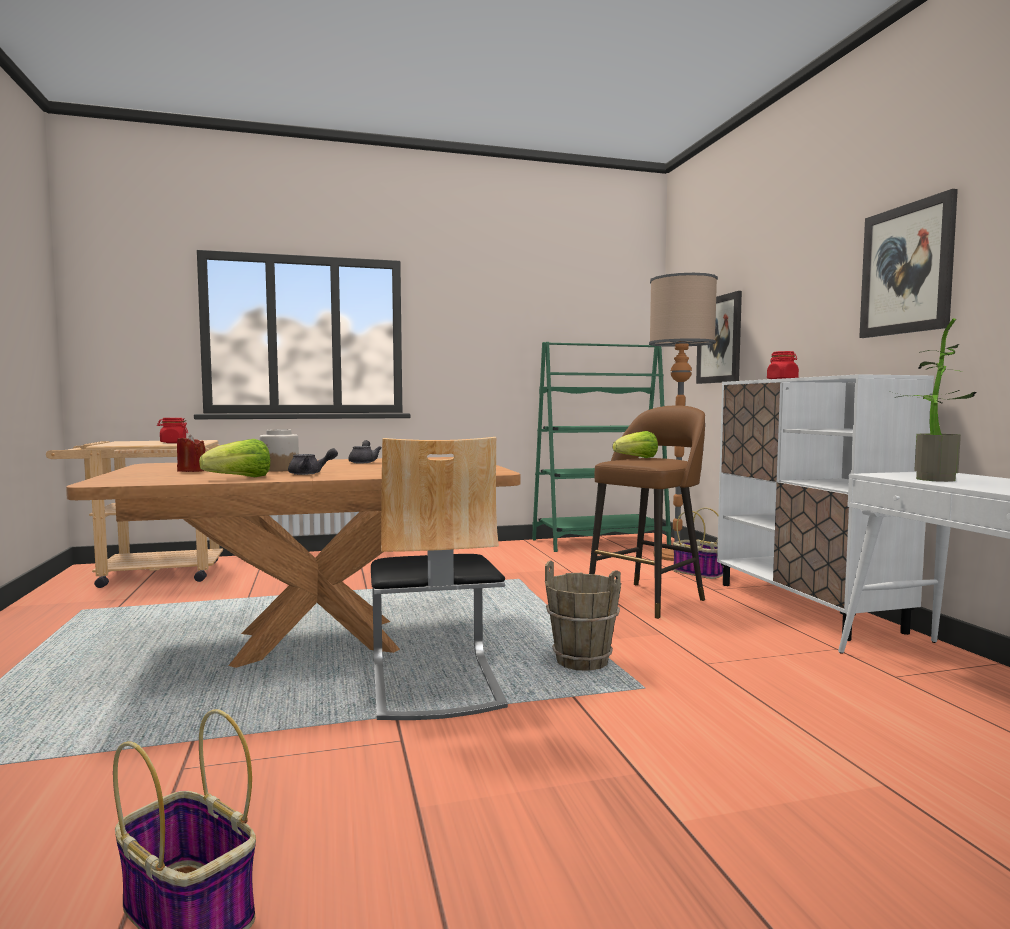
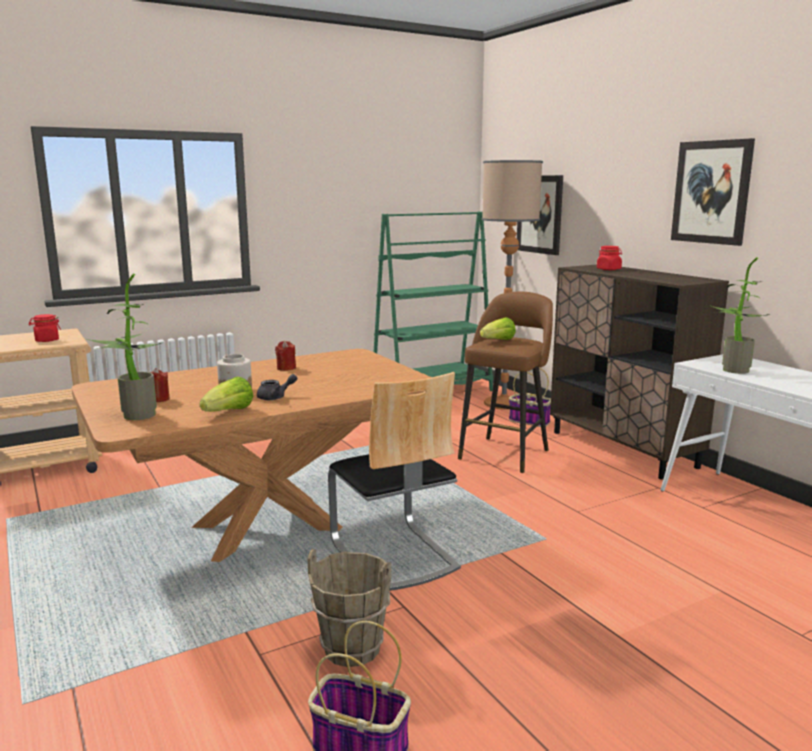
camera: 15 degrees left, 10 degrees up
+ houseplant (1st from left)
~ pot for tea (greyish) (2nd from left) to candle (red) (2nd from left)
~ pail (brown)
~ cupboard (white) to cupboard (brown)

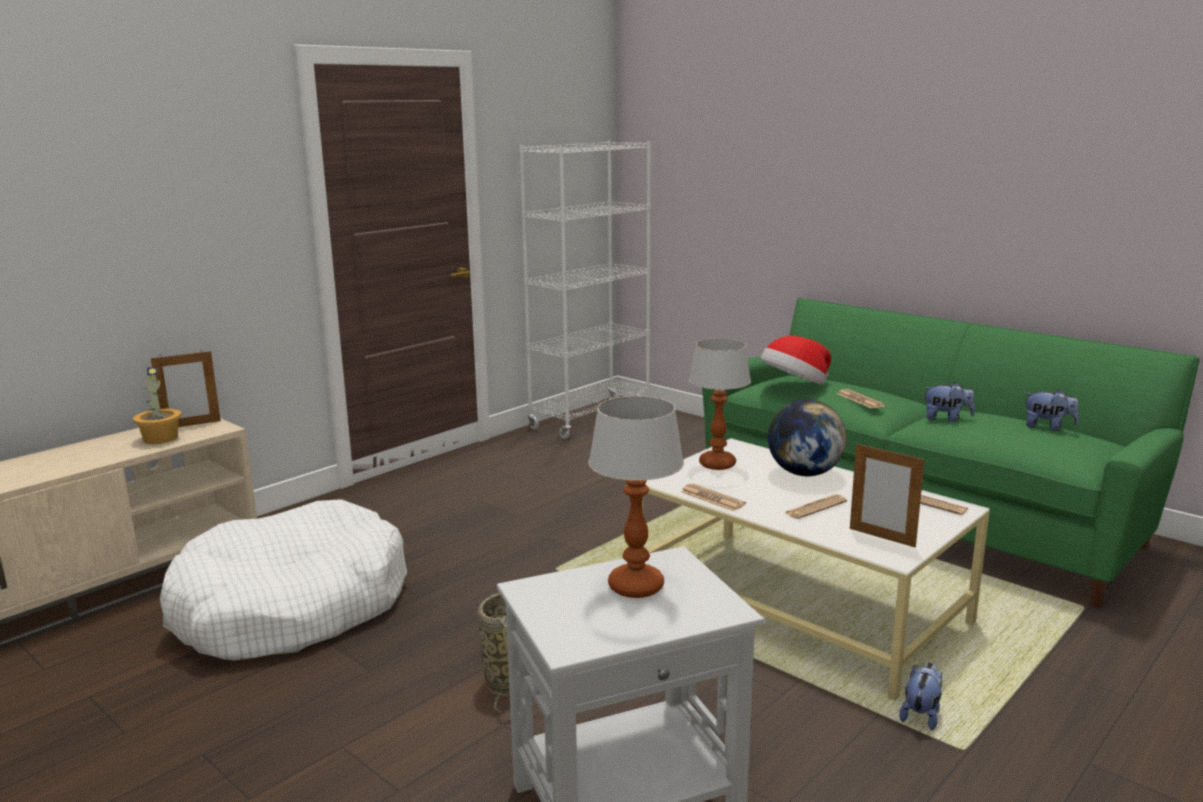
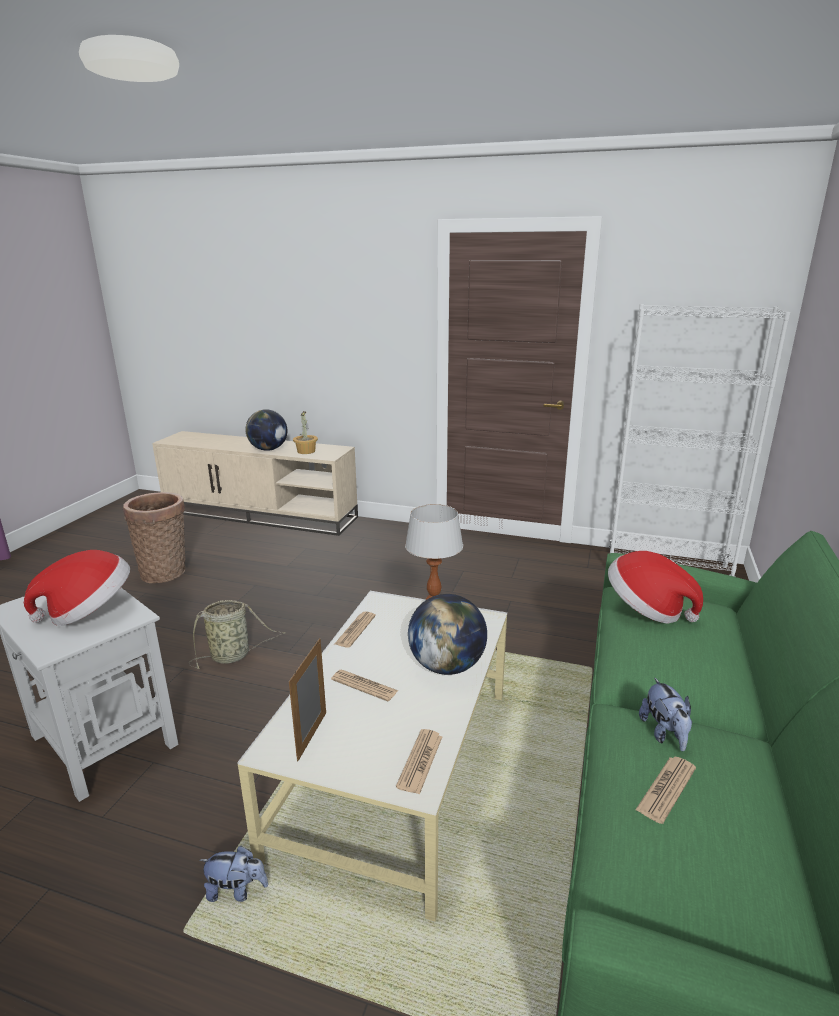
camera: 65 degrees right, 5 degrees up
~ tabletop lamp (1st from left) to clothing hat (1st from left)
+ basket (1st from left)
+ world globe (1st from left)
~ daily paper (3rd from left in the first image) to daily paper (4th from left)
- photo frame (1st from left)
- dog bed (white)
- cuddly toy (3rd from left)

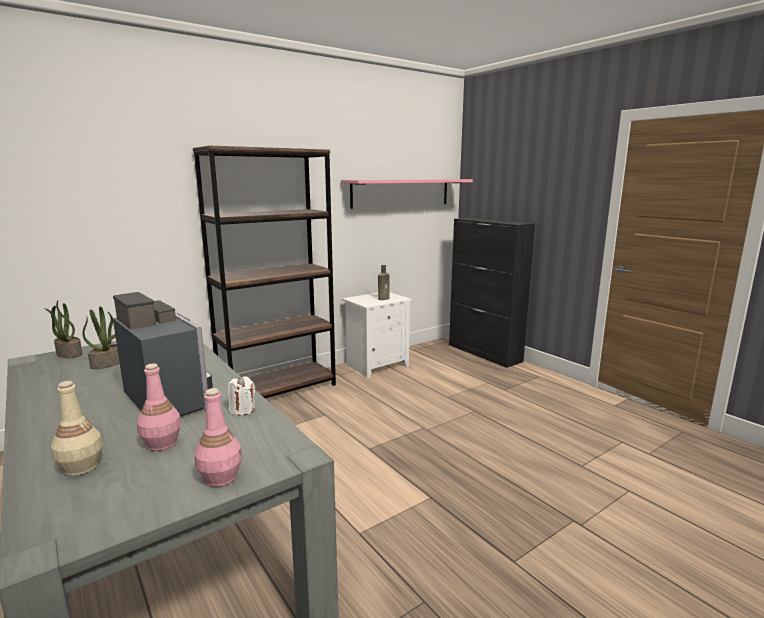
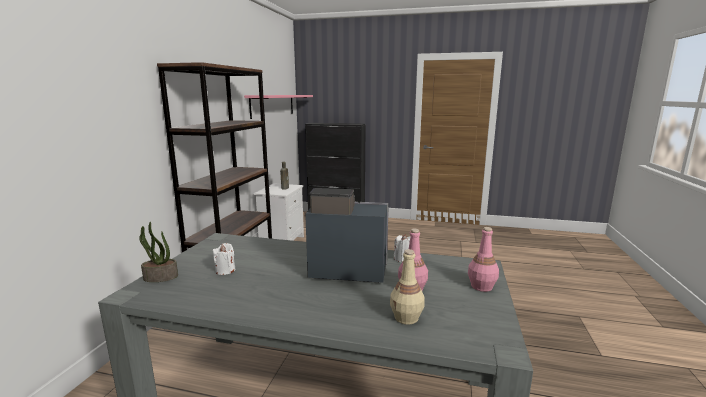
camera: 40 degrees left, 0 degrees up
~ houseplant (2nd from left) to candle (white) (1st from left)

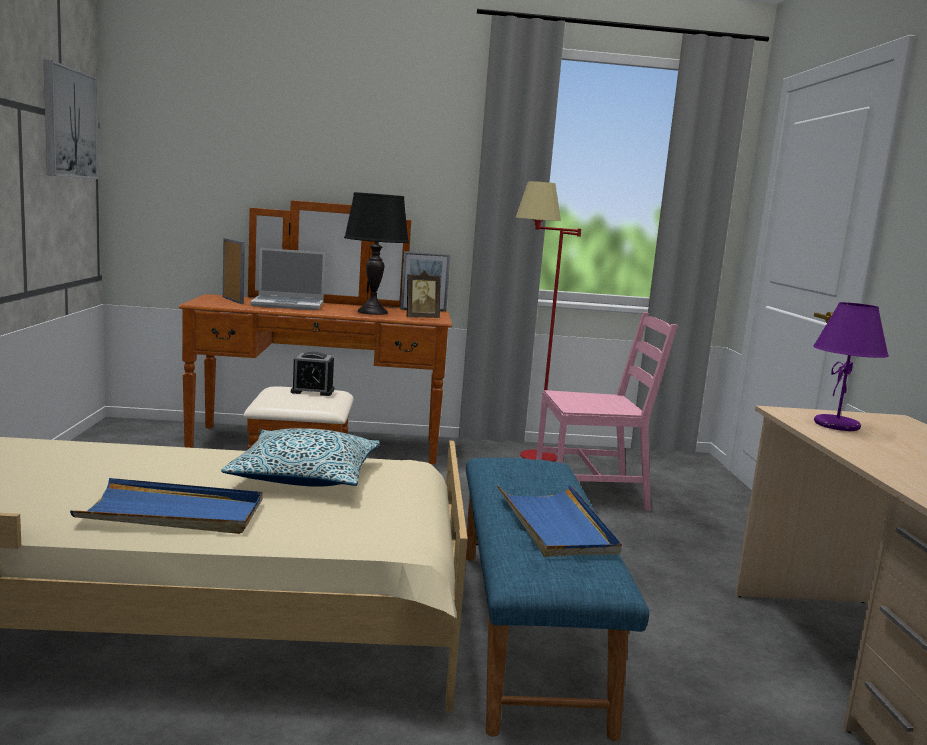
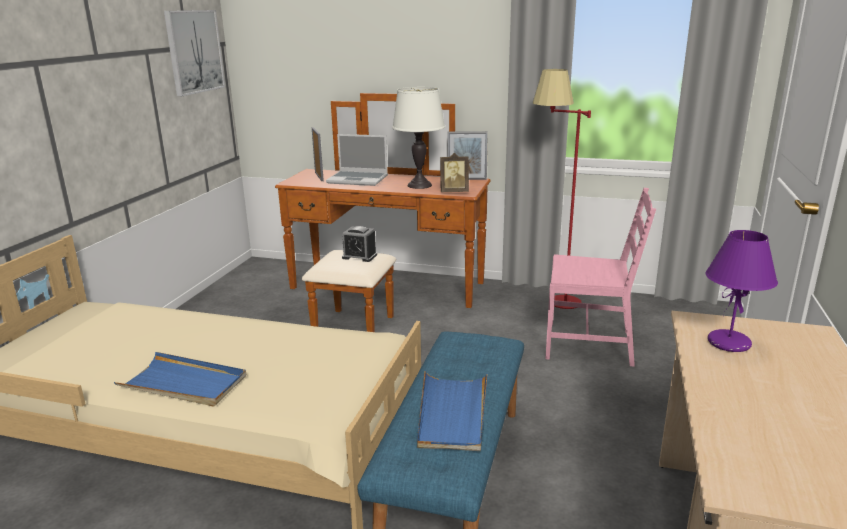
camera: 20 degrees right, 10 degrees up
~ tabletop lamp (black) to tabletop lamp (white)
- throw pillow

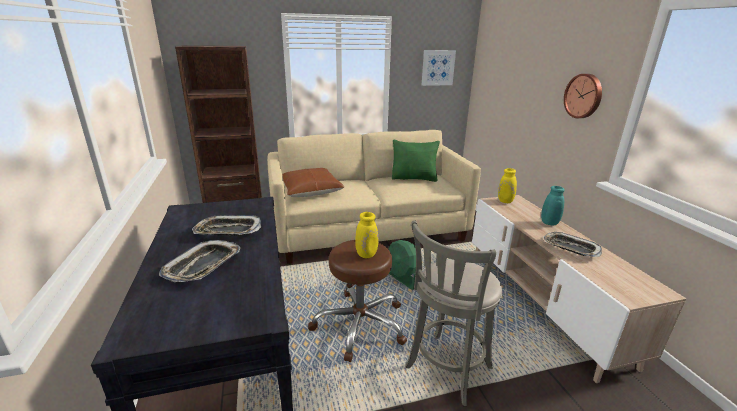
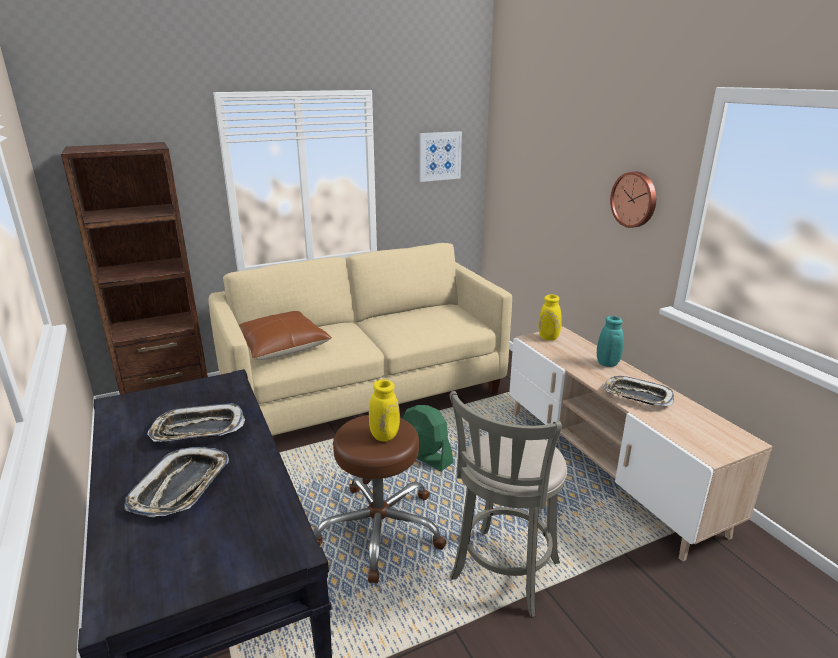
camera: 10 degrees left, 0 degrees up
- throw pillow (greenish)

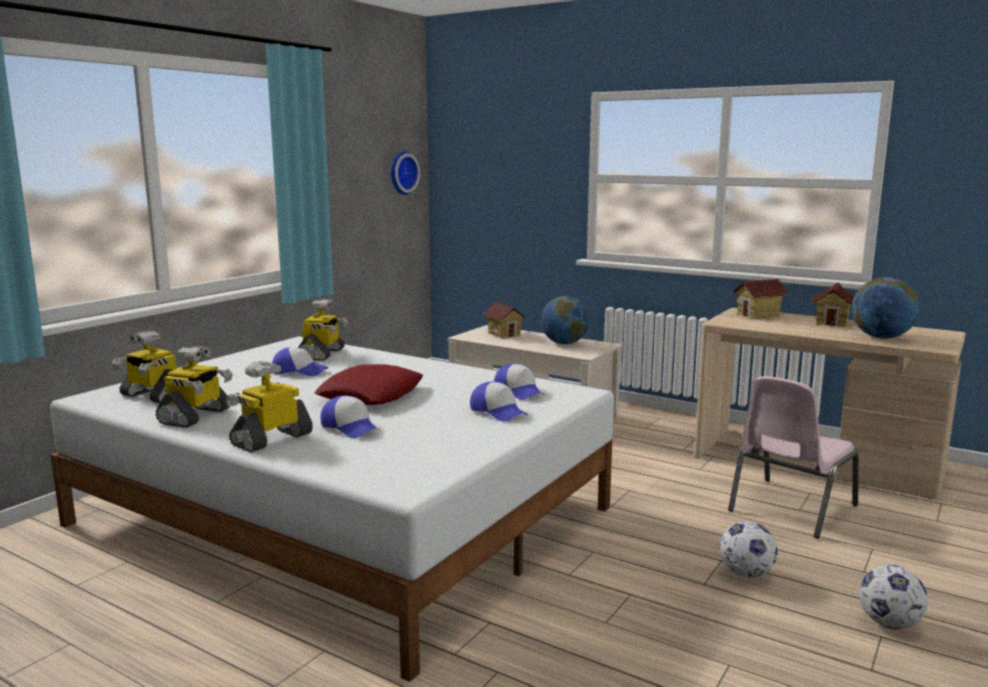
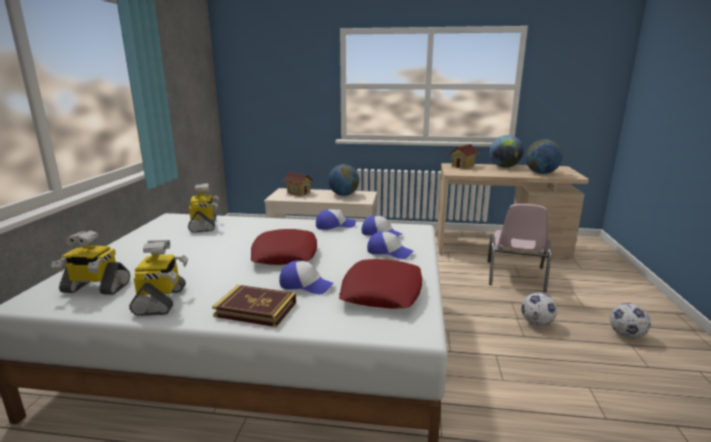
camera: 25 degrees left, 5 degrees up
~ model robot (3rd from left) to book
~ cap (1st from left in the first image) to cap (2nd from left)
+ throw pillow (red) (2nd from left)
~ toy house (3rd from left) to world globe (2nd from left)
- hanging clock

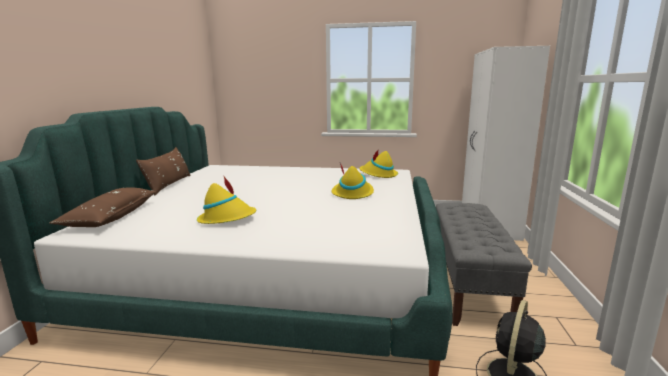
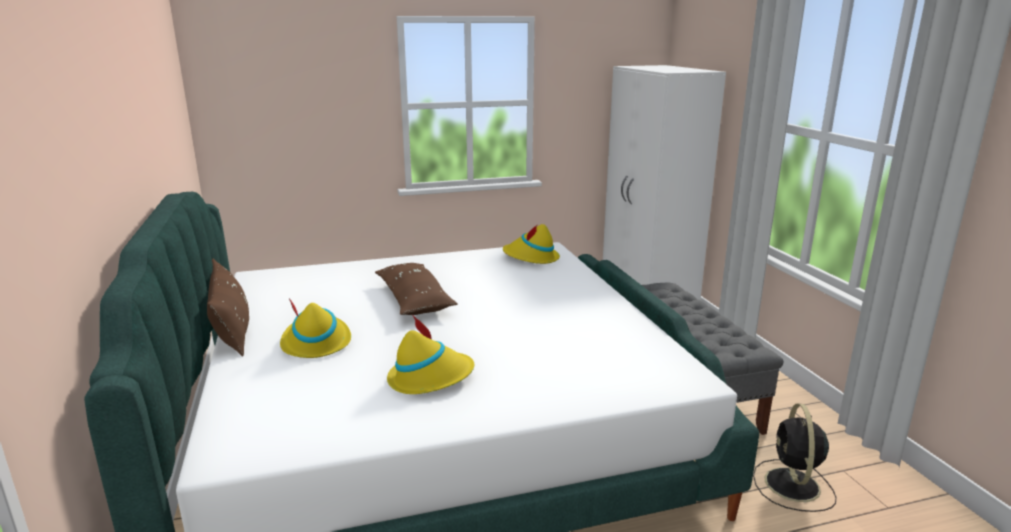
camera: 25 degrees left, 5 degrees up
~ clothing hat (yellow) (2nd from left in the first image) to clothing hat (yellow) (1st from left)
~ throw pillow (brown) (1st from left in the first image) to throw pillow (brown) (2nd from left)

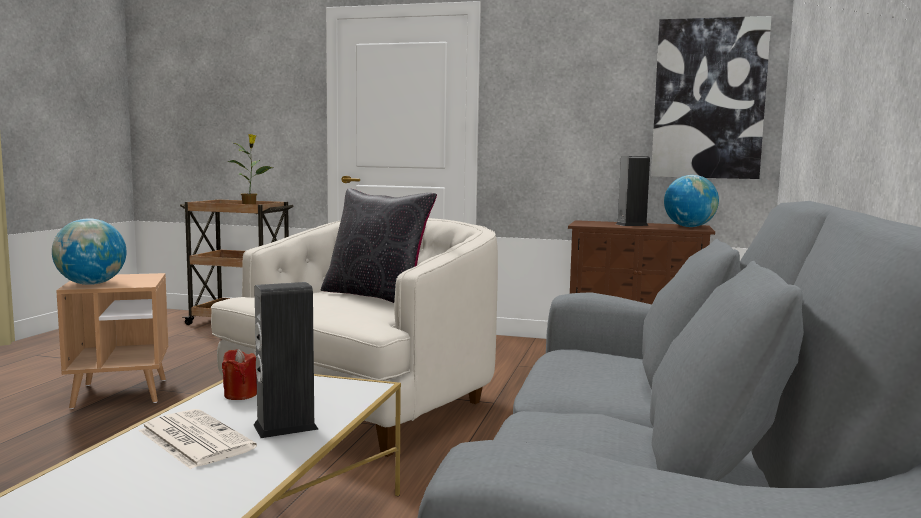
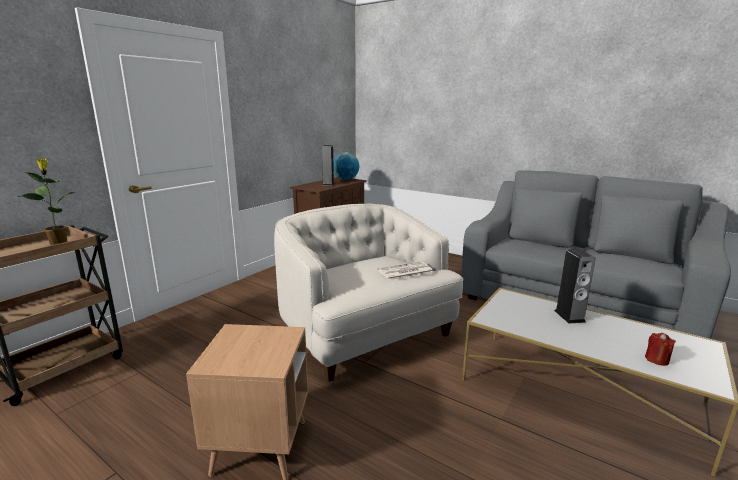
camera: 70 degrees left, 10 degrees up
~ daily paper
~ candle (red)
- world globe (1st from left)
- throw pillow (black)
- wall picture

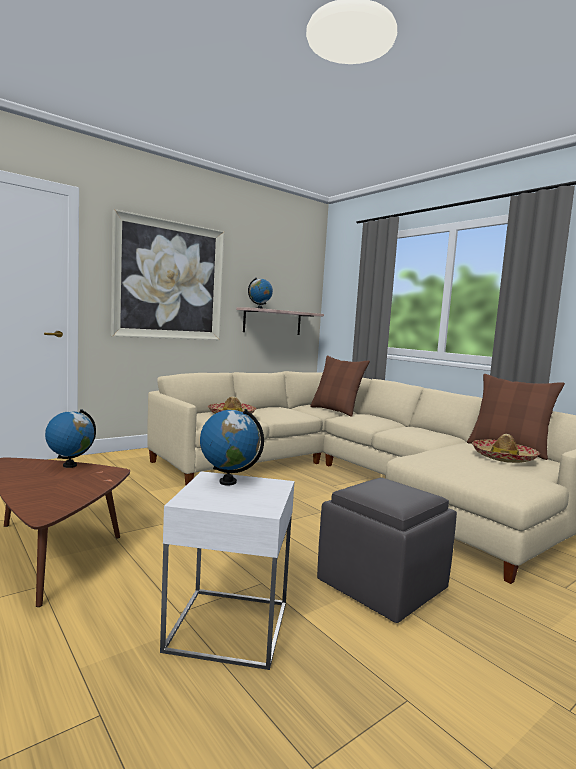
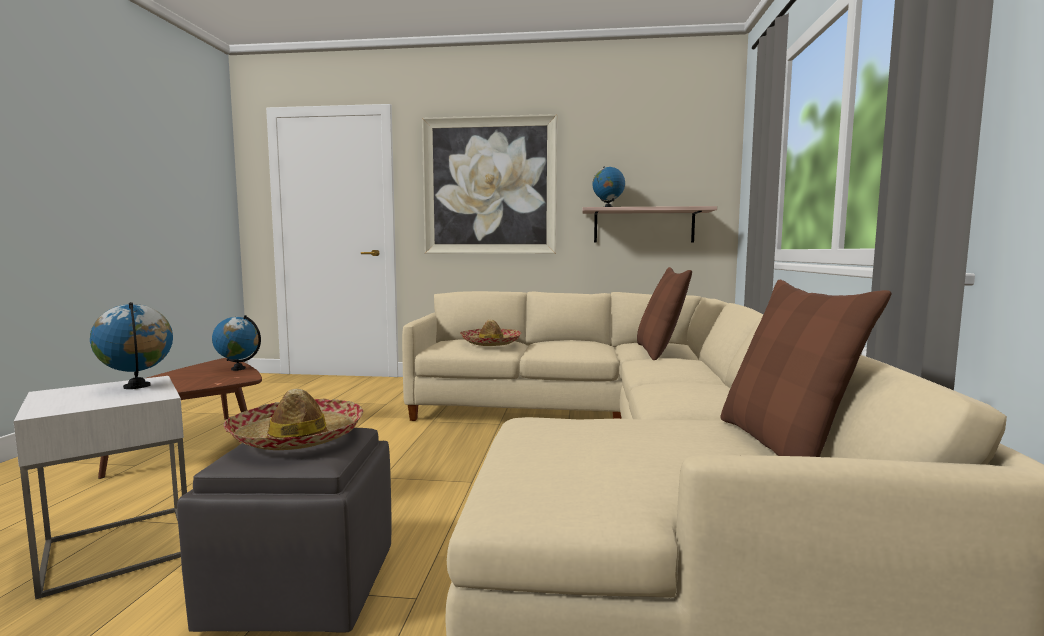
camera: 45 degrees right, 0 degrees up
~ clothing hat (2nd from left in the first image) to clothing hat (1st from left)

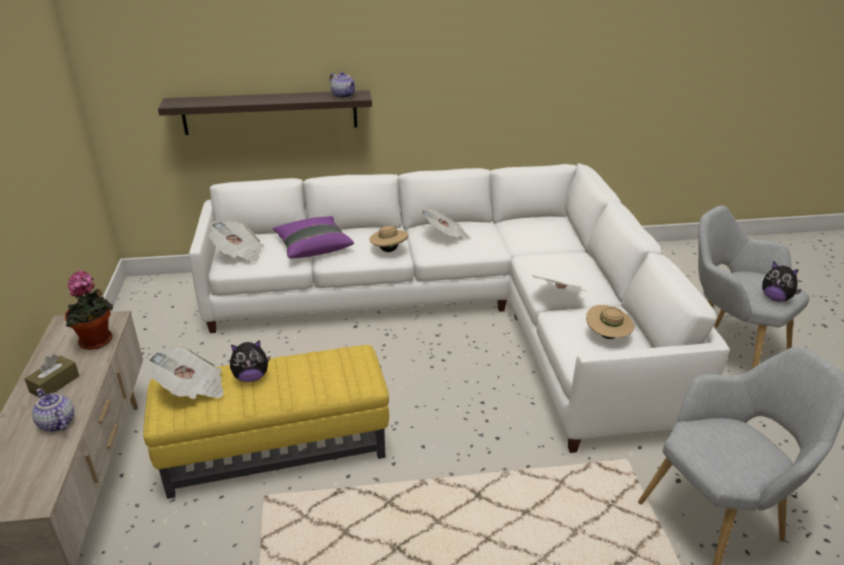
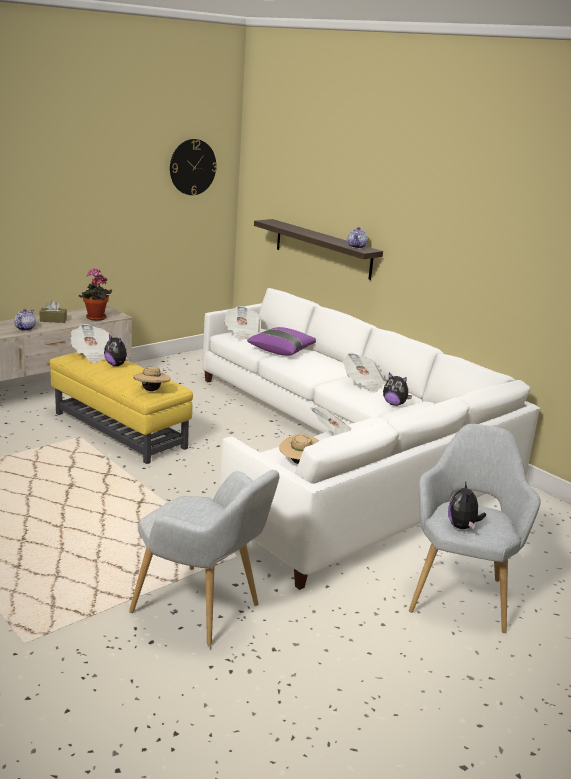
camera: 55 degrees right, 10 degrees down
~ clothing hat (beige) (1st from left)
+ hanging clock
+ cuddly toy (2nd from left)

